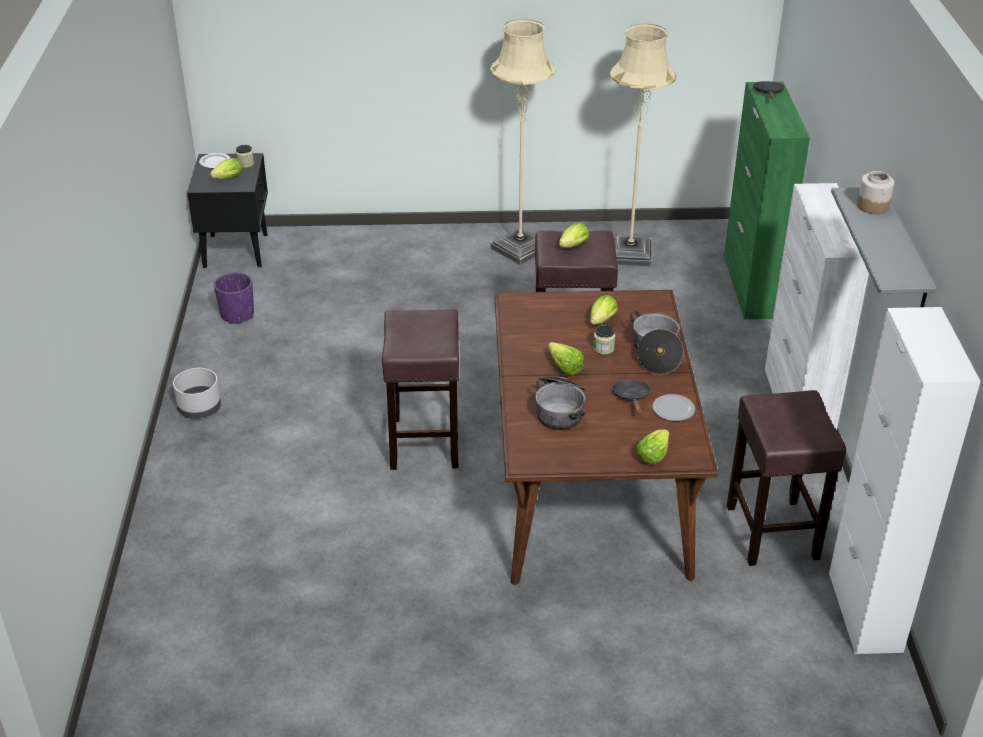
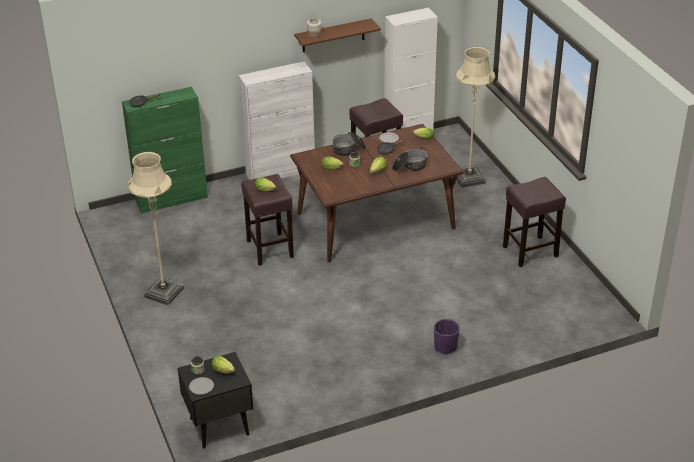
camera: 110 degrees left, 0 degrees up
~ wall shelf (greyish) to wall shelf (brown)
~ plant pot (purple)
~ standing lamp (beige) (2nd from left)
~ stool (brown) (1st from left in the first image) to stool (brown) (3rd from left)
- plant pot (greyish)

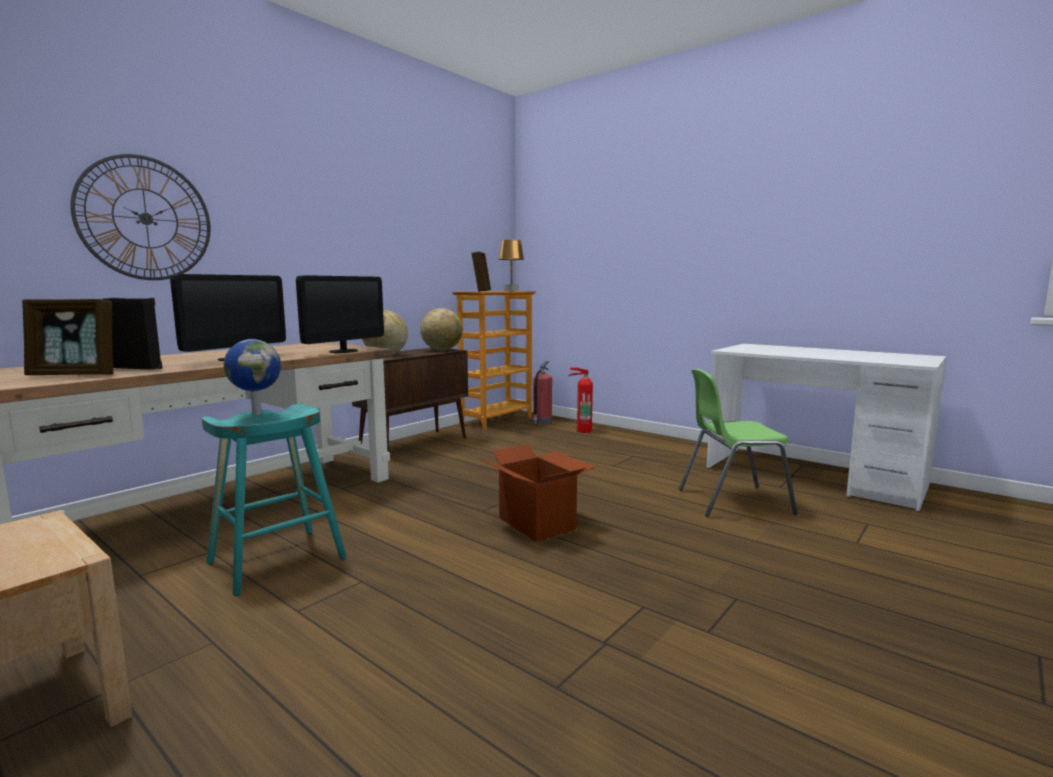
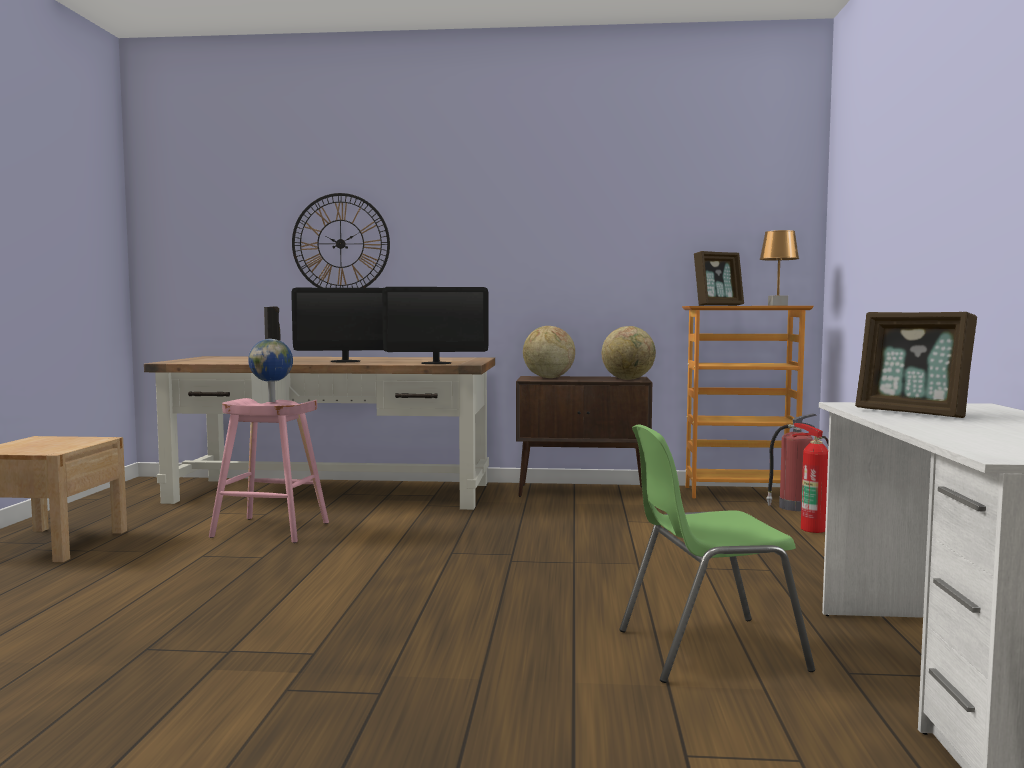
camera: 55 degrees right, 5 degrees down
~ stool (turquoise) to stool (pink)
~ plain chair (greenish) 60 degrees counterclockwise
~ photo frame (1st from left in the first image) to photo frame (2nd from left)
- cardboard box

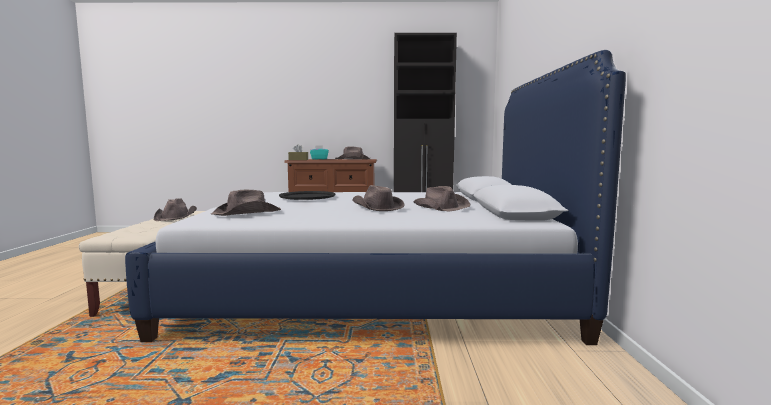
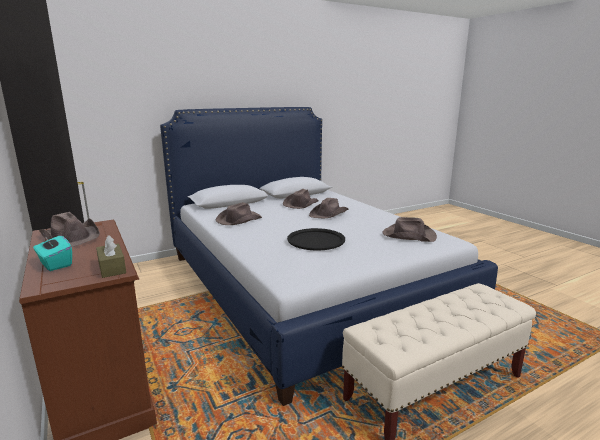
camera: 120 degrees left, 10 degrees up
~ clothing hat (brown) (1st from left in the first image) to clothing hat (brown) (2nd from left)

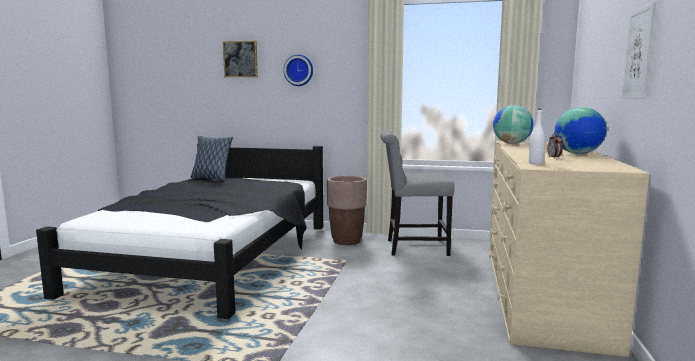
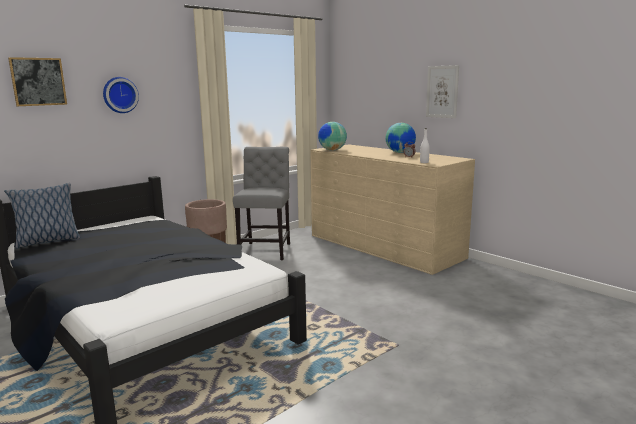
camera: 55 degrees left, 5 degrees up
~ plain chair (greyish) 150 degrees clockwise

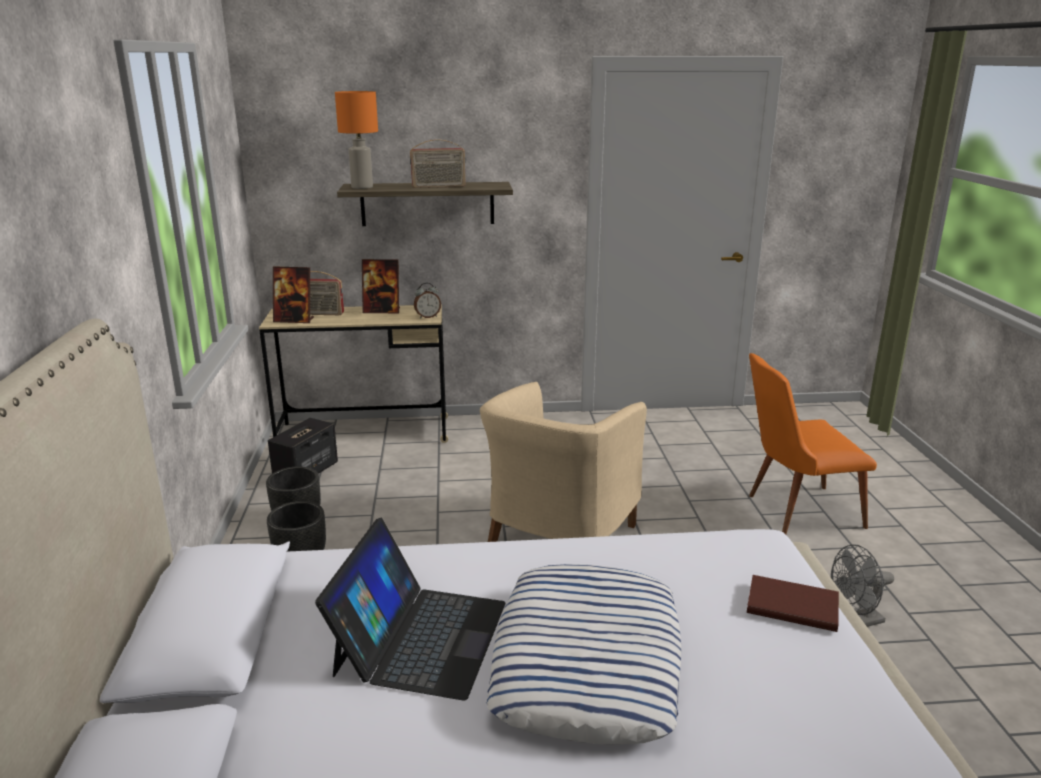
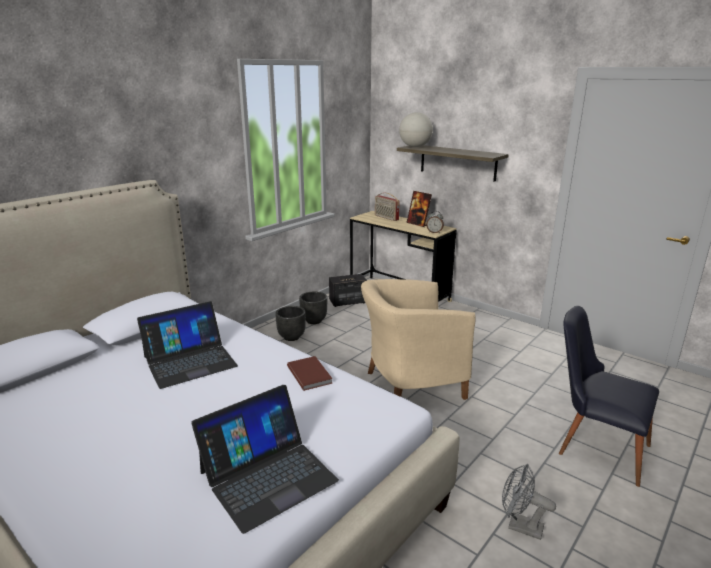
camera: 45 degrees right, 0 degrees up
+ notebook computer (2nd from left)
~ book (brown)
~ tabletop lamp (orangey) to world globe
~ plain chair (orangey) to plain chair (black)
- photo frame (1st from left)
- radio receiver (2nd from left)
- throw pillow

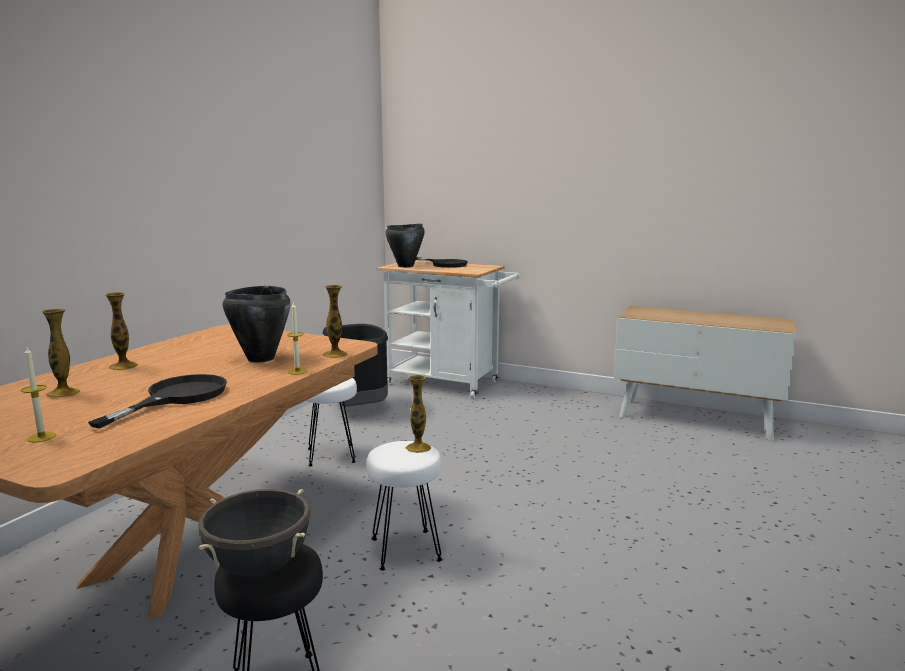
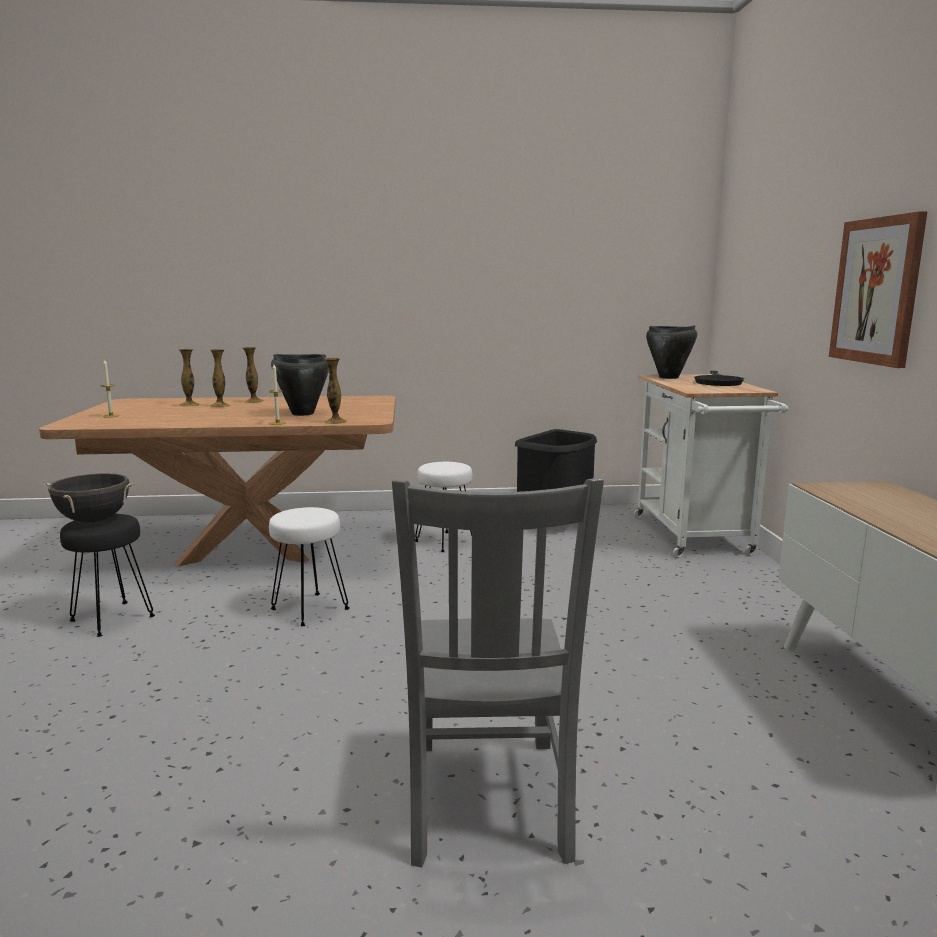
camera: 60 degrees right, 0 degrees up
~ vase (4th from left in the first image) to vase (2nd from left)
+ plain chair (greyish)
+ wall picture
- skillet (black) (1st from left)

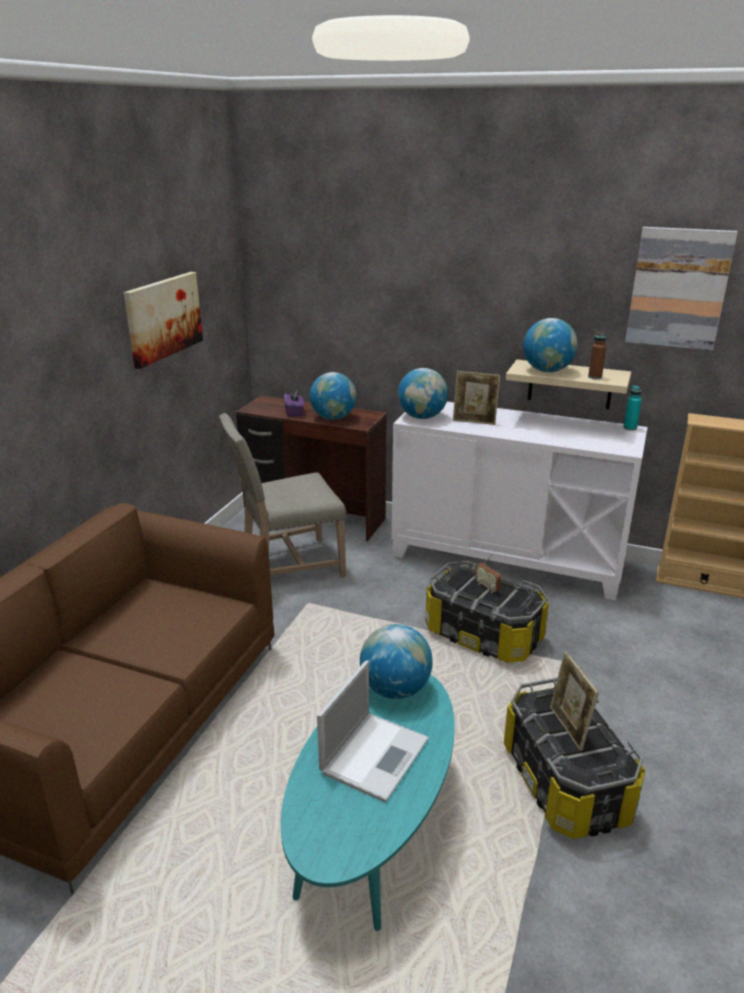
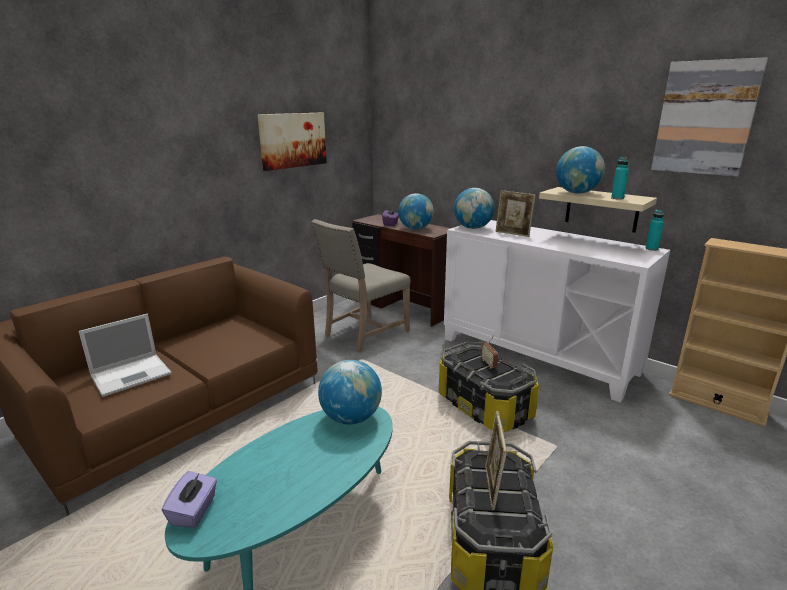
camera: 20 degrees right, 5 degrees down
~ notebook computer
+ tissue box (purple) (1st from left)
~ plain chair (beige) 45 degrees counterclockwise
~ bottle (brown) to bottle (turquoise) (1st from left)

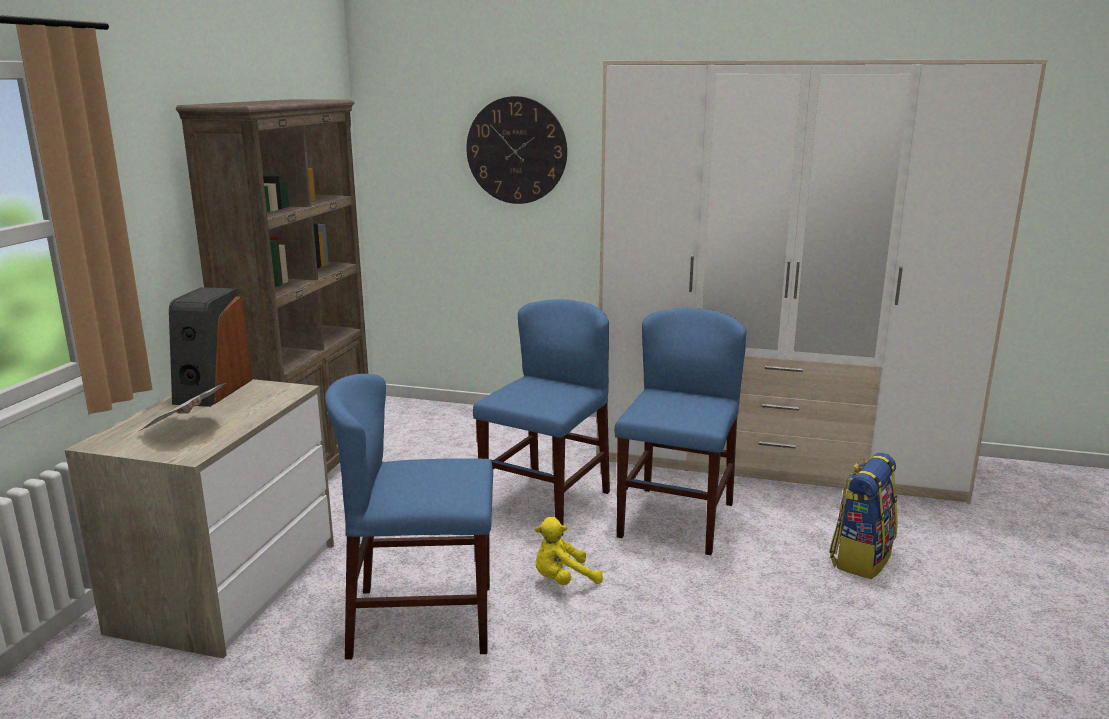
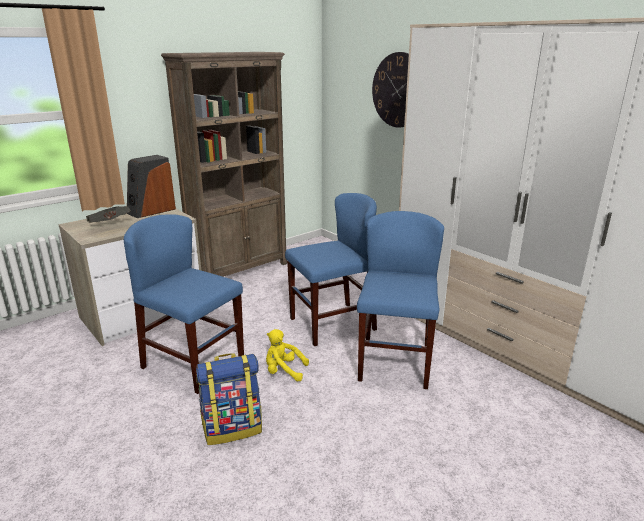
camera: 35 degrees right, 5 degrees up
~ knapsack
~ plain chair (blue) (3rd from left) 45 degrees counterclockwise

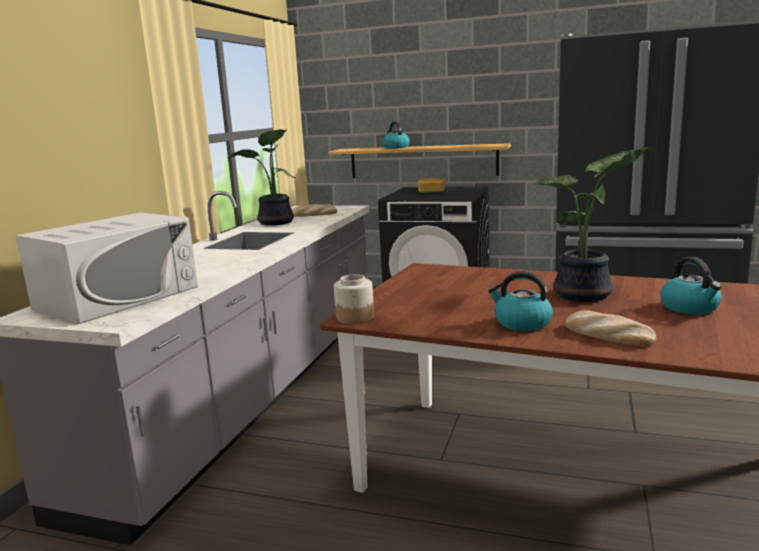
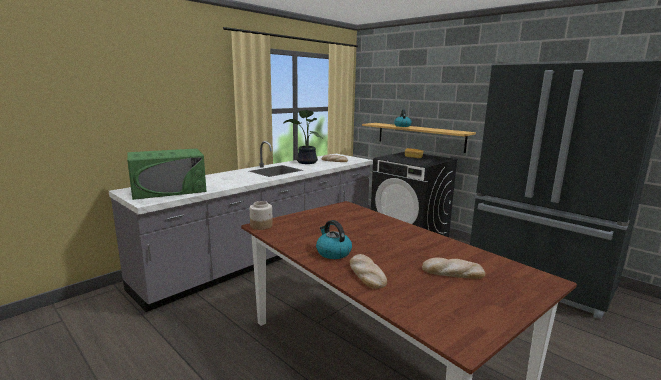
camera: 25 degrees right, 0 degrees up
~ kitchen microwave (white) to kitchen microwave (greenish)
~ kettle (3rd from left) to bread (4th from left)
- houseplant (2nd from left)

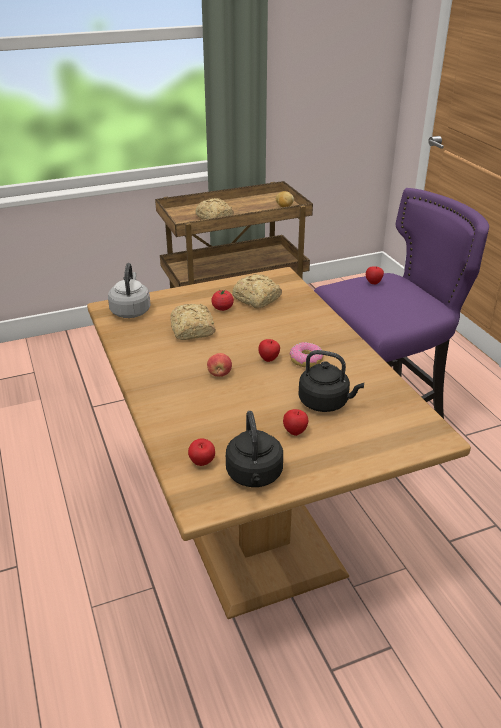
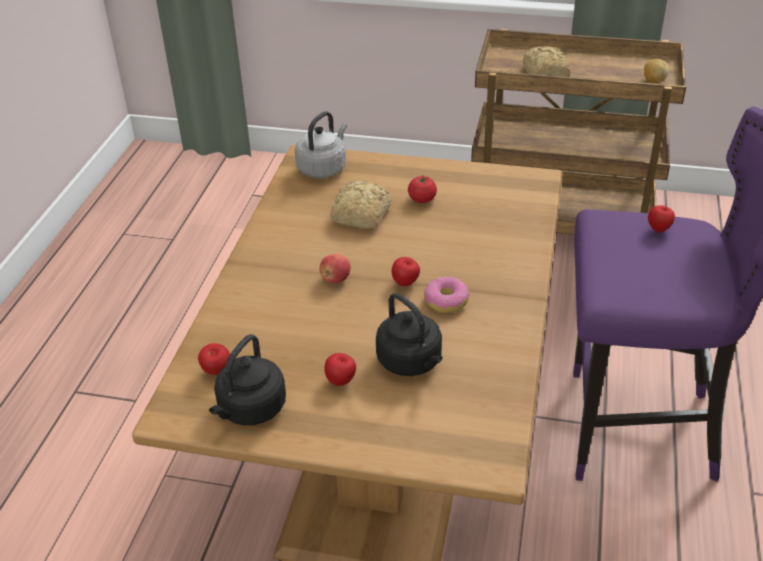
camera: 35 degrees right, 5 degrees up
- bread (3rd from left)

